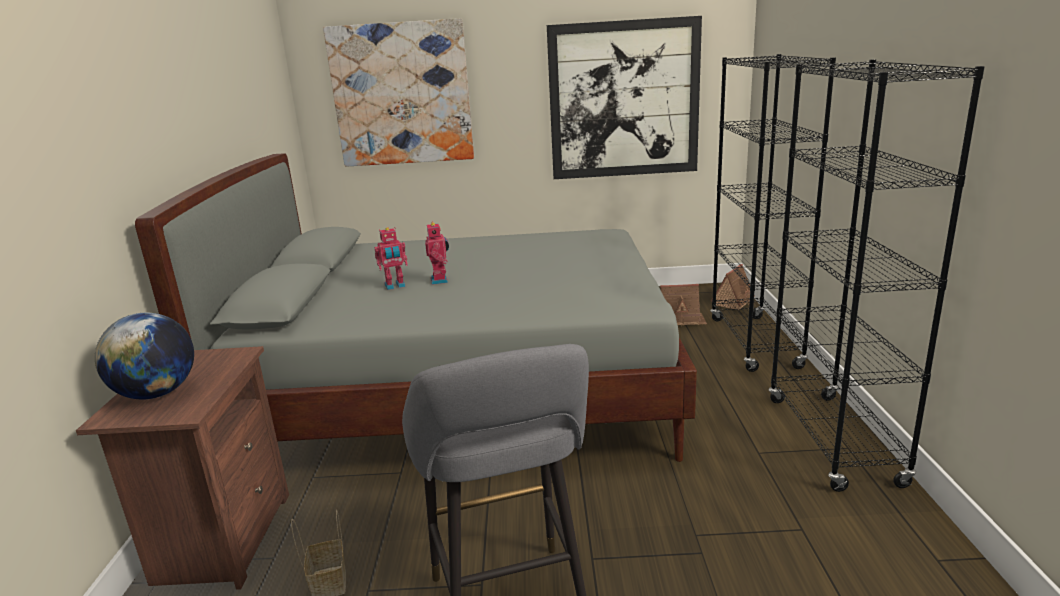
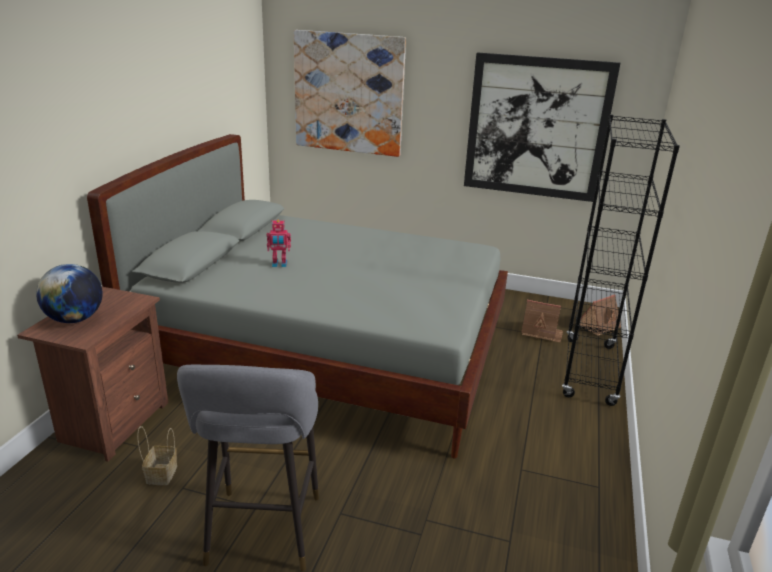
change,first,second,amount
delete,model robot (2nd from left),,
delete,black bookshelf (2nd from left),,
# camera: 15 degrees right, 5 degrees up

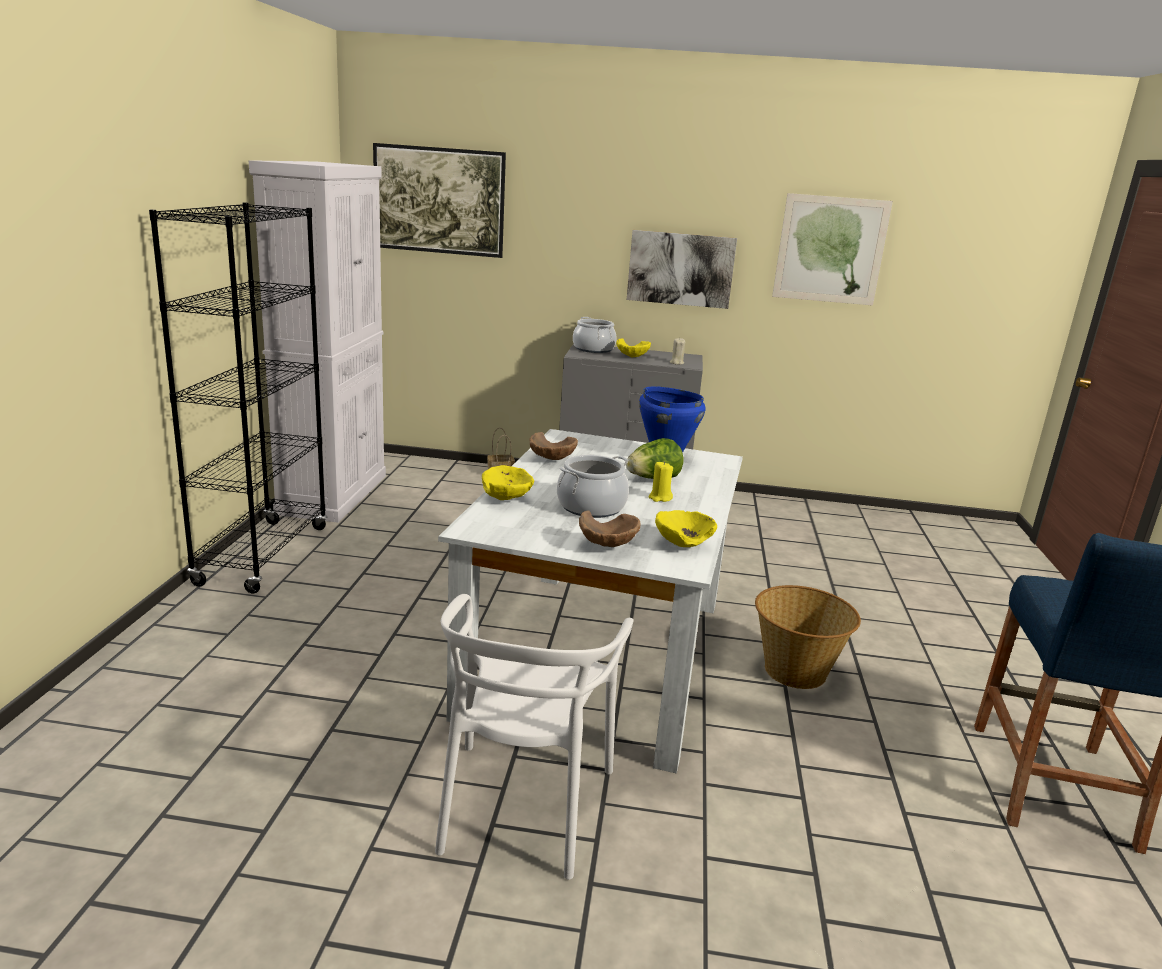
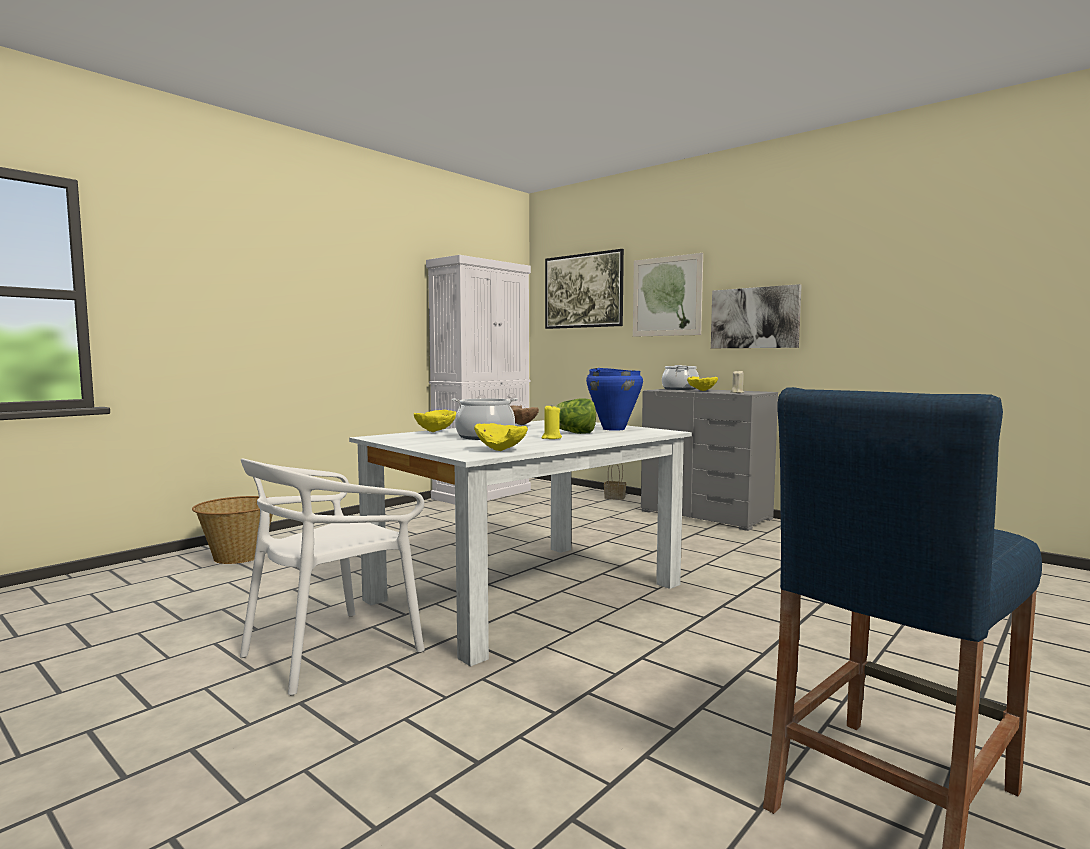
change,first,second,amount
move,storage basket (2nd from left in the first image),storage basket (1st from left),
move,picture (3rd from left in the first image),picture (2nd from left),
delete,black bookshelf,,
delete,brown-coloured deep dish (2nd from left),,
# camera: 35 degrees right, 15 degrees down

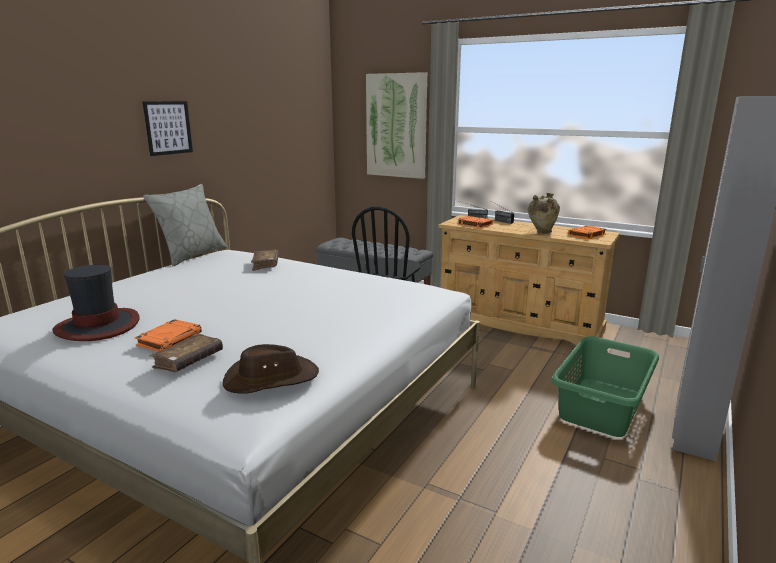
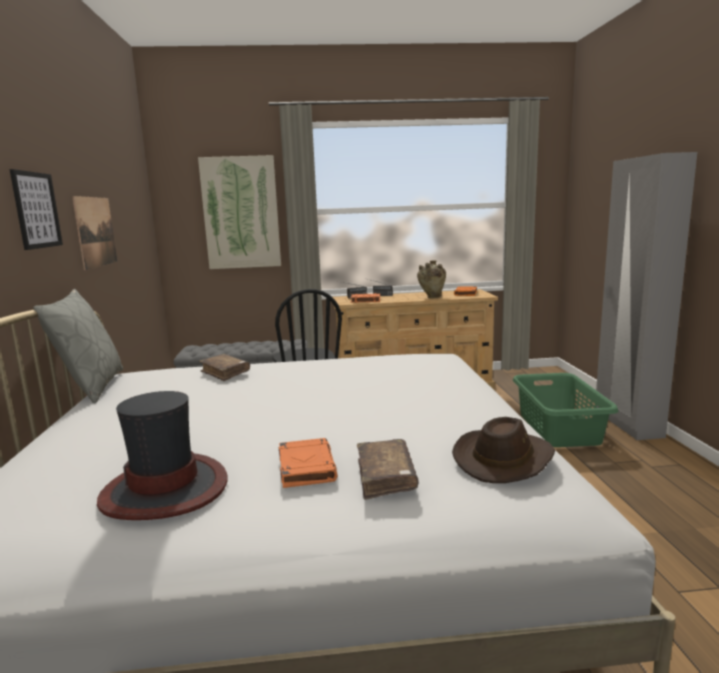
change,first,second,amount
insert,,picture (2nd from left),
# camera: 35 degrees left, 5 degrees down

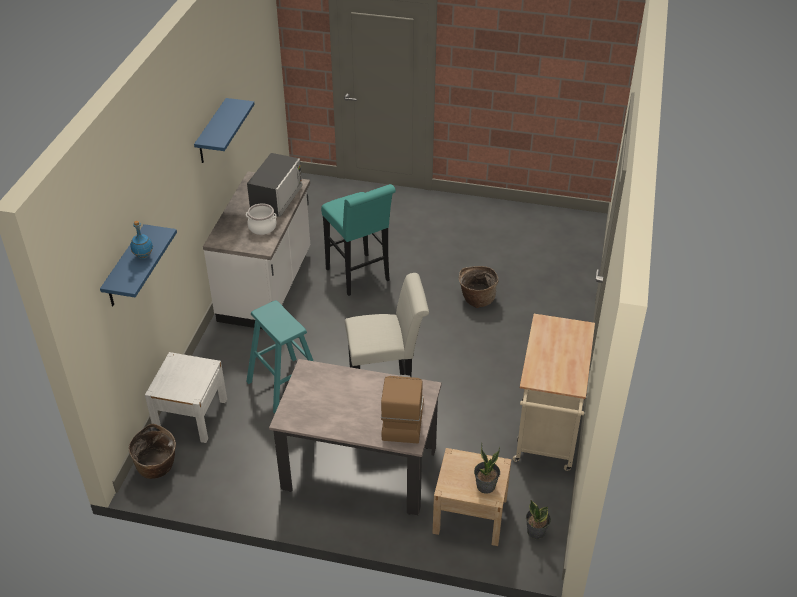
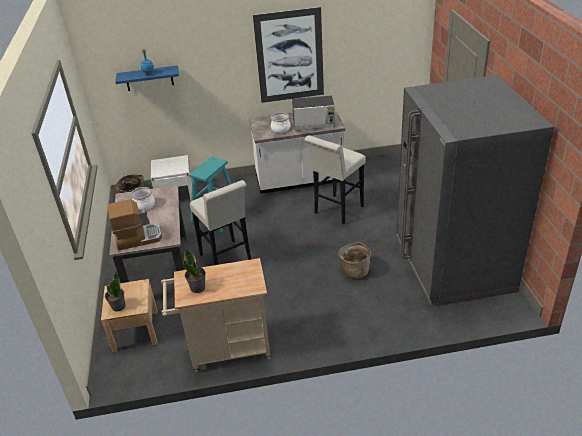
change,first,second,amount
insert,,saucepot (1st from left),
move,potted plant (2nd from left),,
replace,blue shelf (2nd from left),picture,
recolor,turquoise-coloured sitting stool (2nd from left),white sitting stool (2nd from left),
insert,,grey kitchen fridge,
# camera: 70 degrees right, 5 degrees down

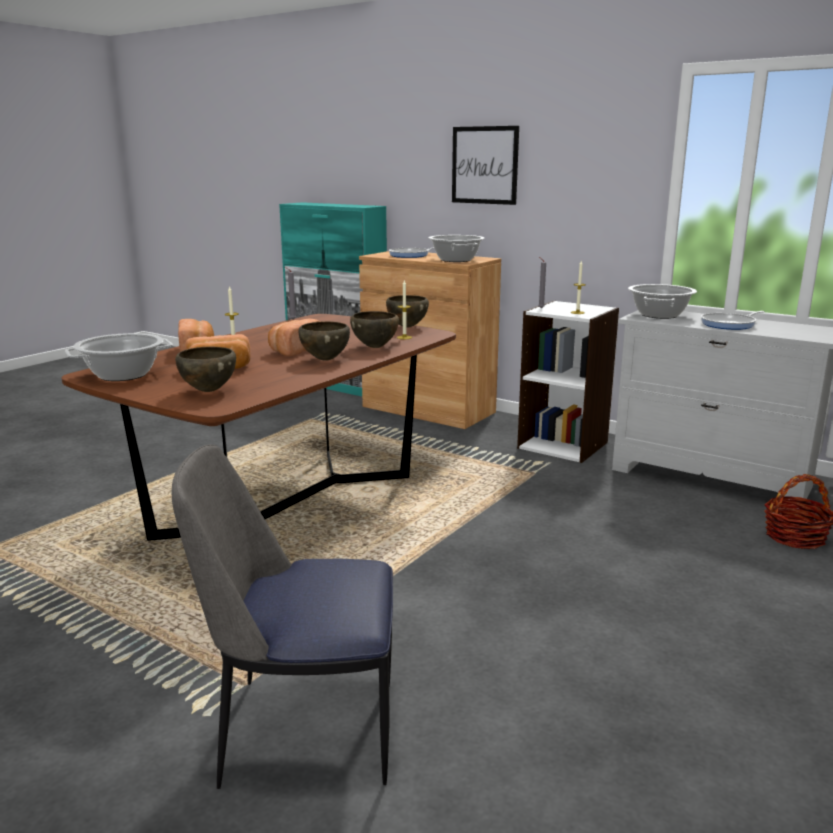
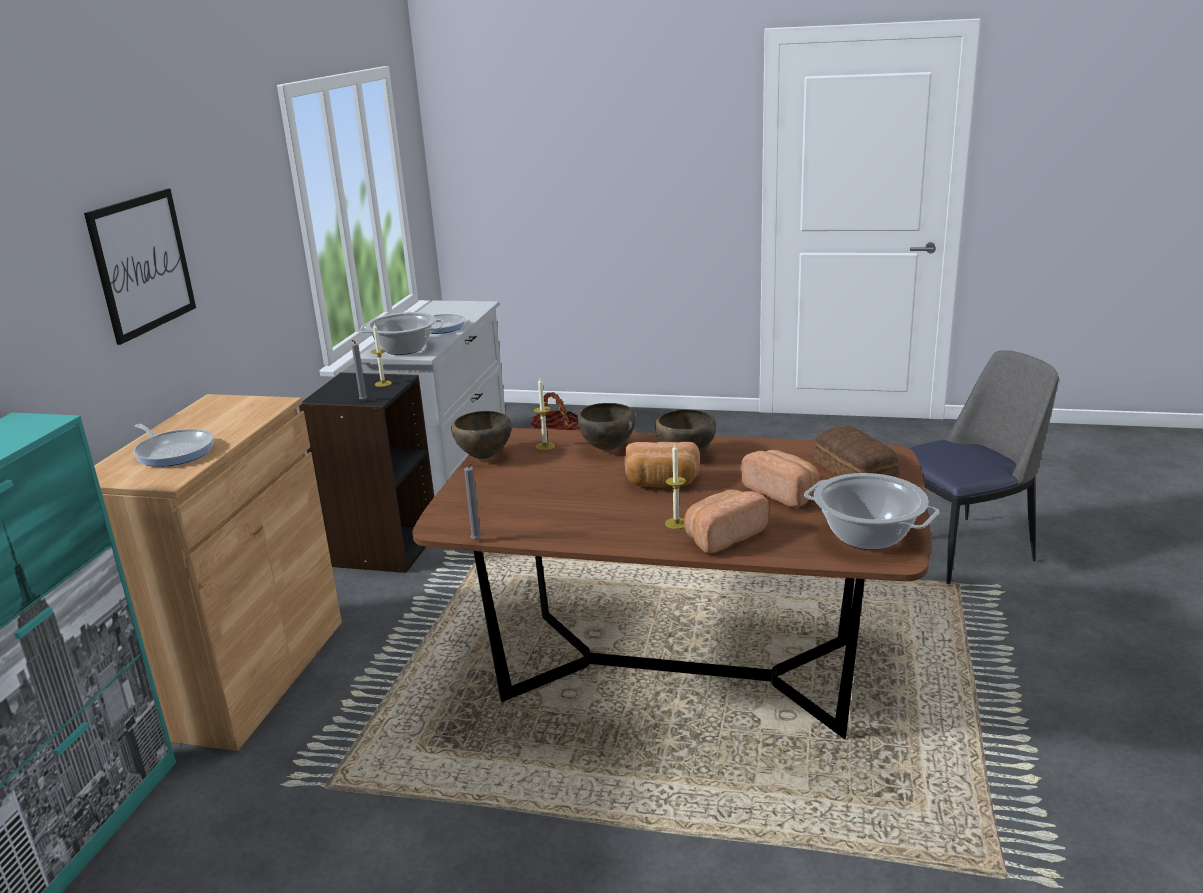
change,first,second,amount
recolor,white bookshelf,black bookshelf,
replace,brown-coloured deep dish (1st from left),bakery bread (4th from left),
rotate,plain chair,,90 degrees counterclockwise
delete,saucepot (2nd from left),,
# camera: 110 degrees left, 5 degrees up

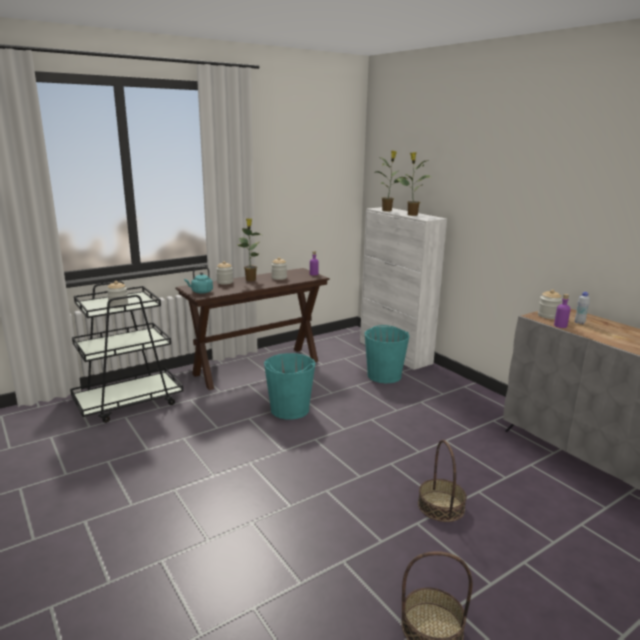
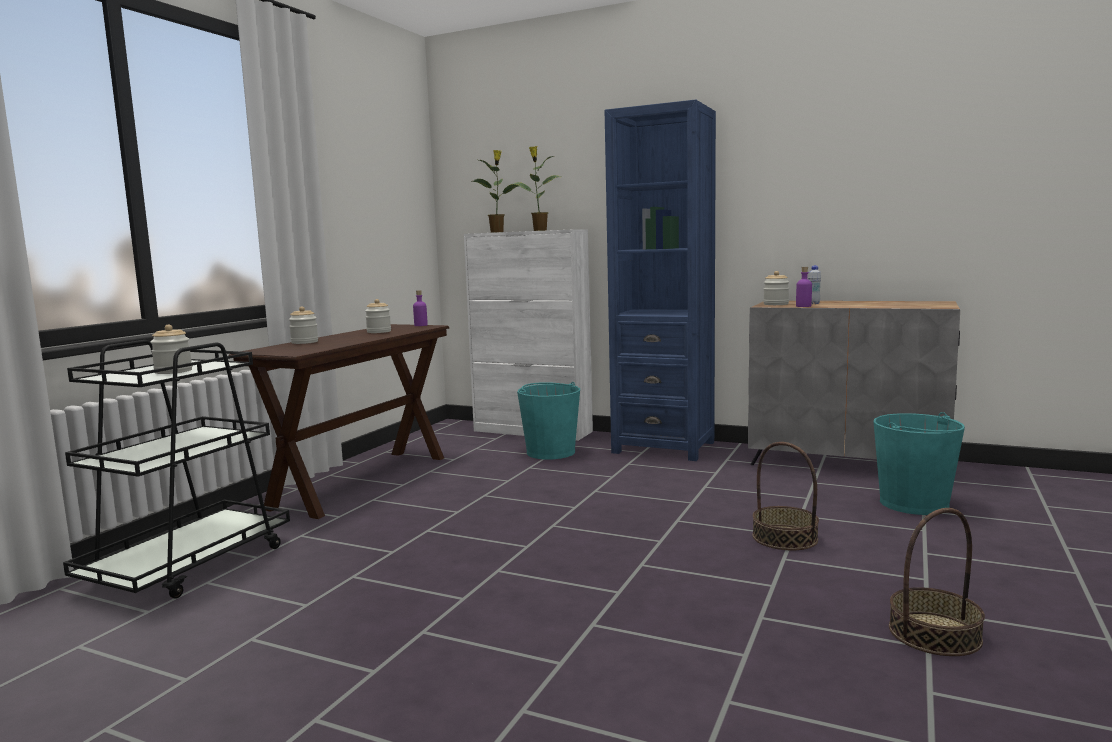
change,first,second,amount
insert,,blue bookshelf,
move,turquoise-coloured bucket (1st from left in the first image),turquoise-coloured bucket (2nd from left),
delete,turquoise-coloured water kettle,,
delete,potted plant (1st from left),,
# camera: 30 degrees left, 10 degrees down

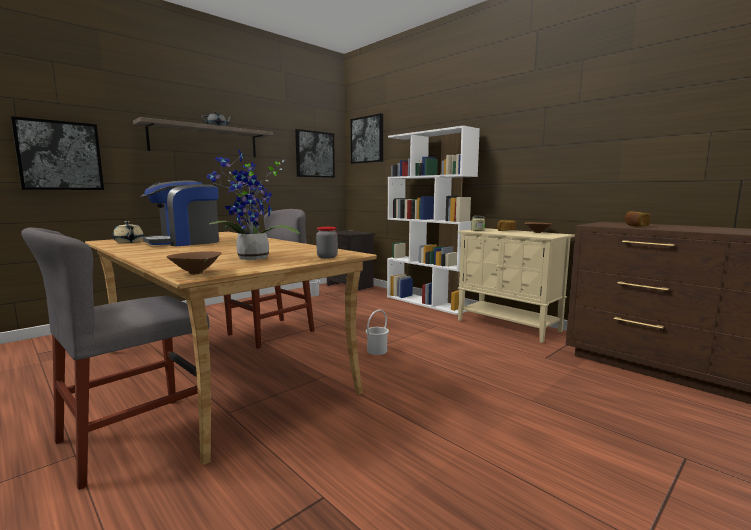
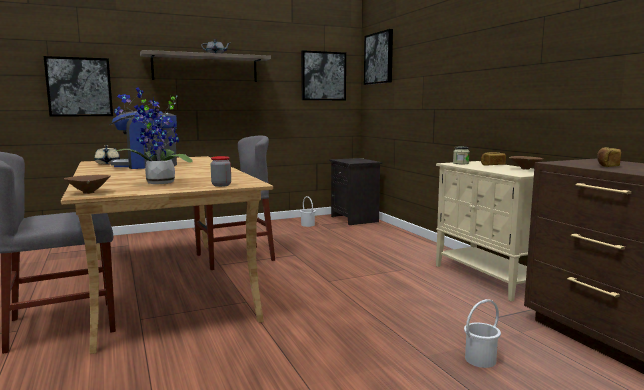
change,first,second,amount
move,white bucket (2nd from left),,
delete,white bookshelf,,
# camera: 20 degrees right, 0 degrees up

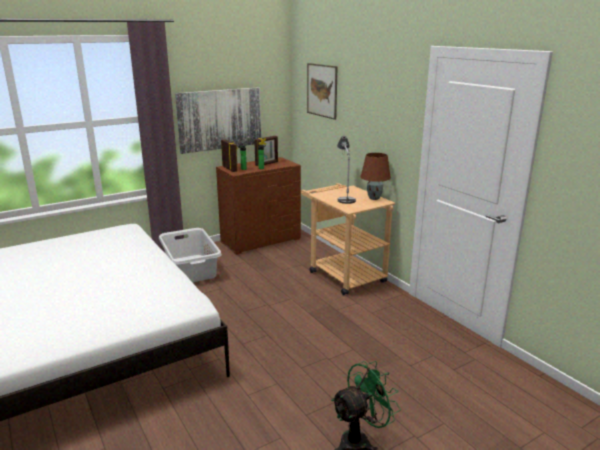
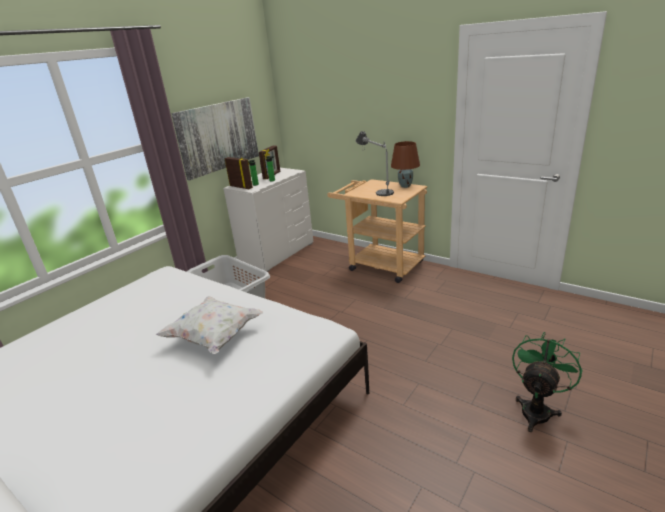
change,first,second,amount
insert,,white throw pillow,
recolor,brown-coloured dresser,white dresser,
delete,picture (2nd from left),,
# camera: 20 degrees left, 5 degrees up

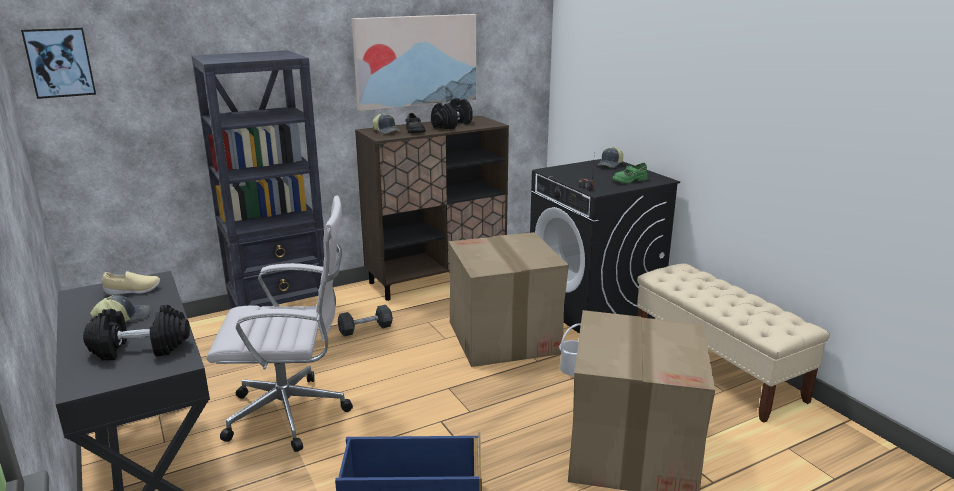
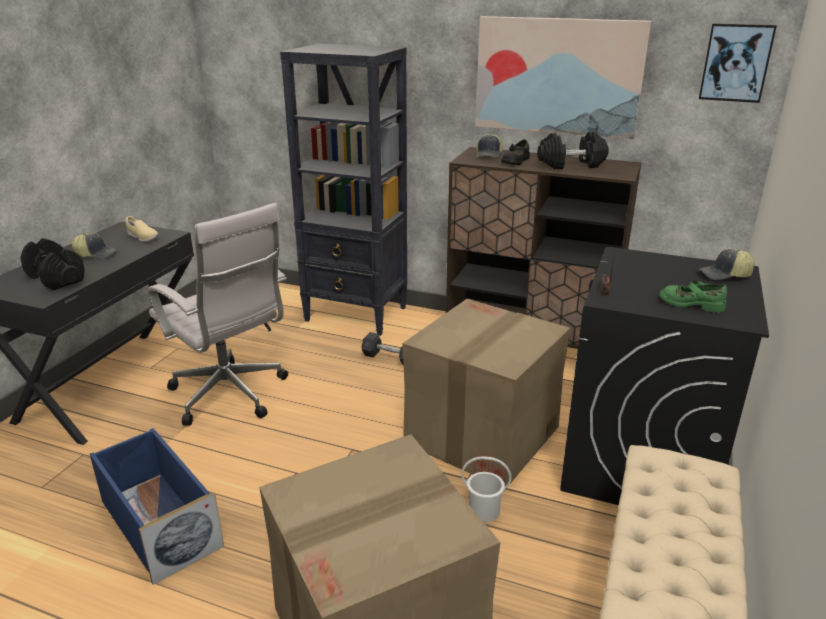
change,first,second,amount
move,picture (1st from left in the first image),picture (2nd from left),
# camera: 50 degrees right, 5 degrees up

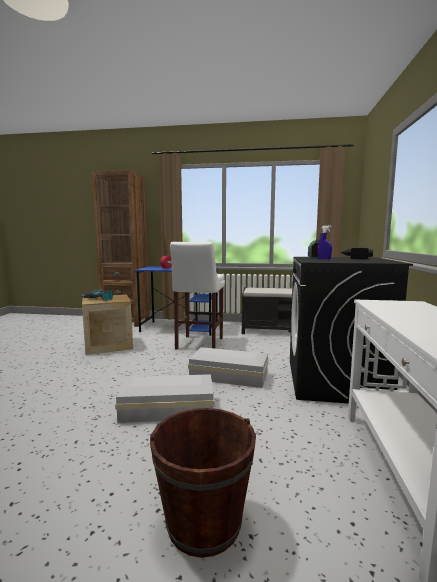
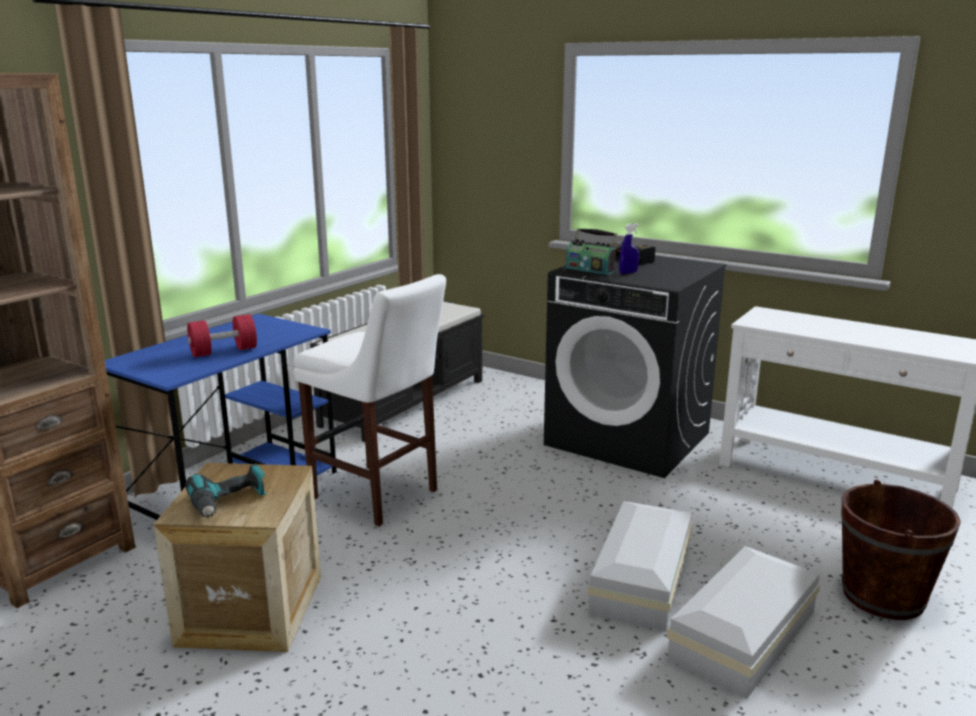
change,first,second,amount
move,white storage container (2nd from left),,
# camera: 65 degrees left, 10 degrees up

